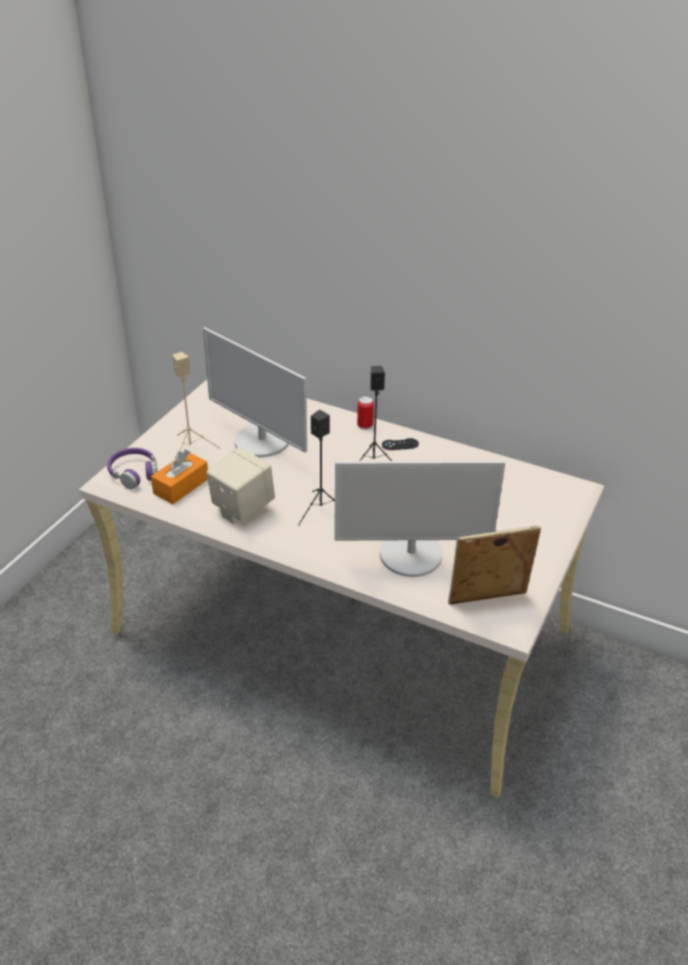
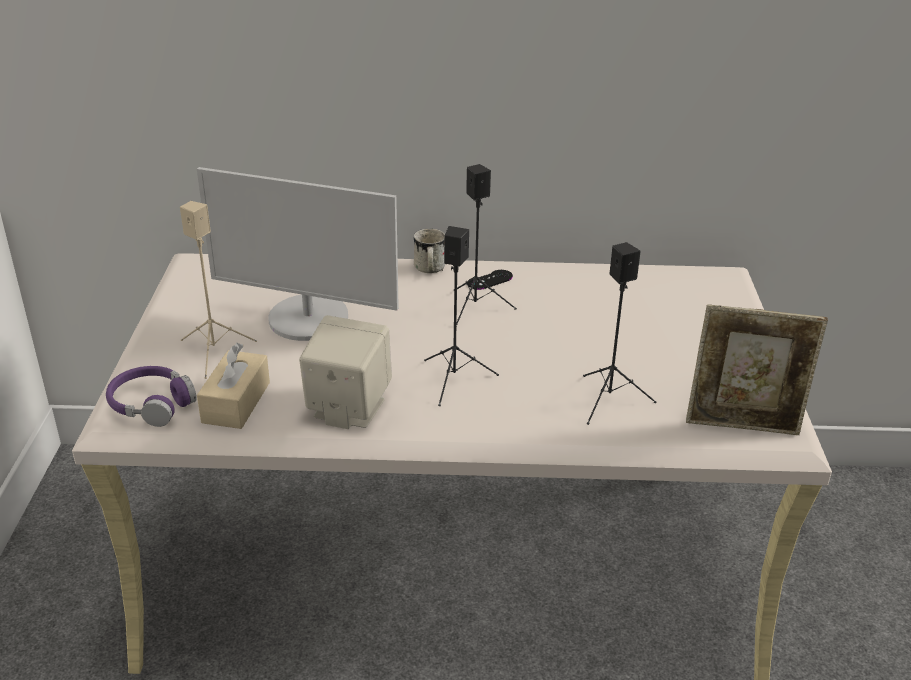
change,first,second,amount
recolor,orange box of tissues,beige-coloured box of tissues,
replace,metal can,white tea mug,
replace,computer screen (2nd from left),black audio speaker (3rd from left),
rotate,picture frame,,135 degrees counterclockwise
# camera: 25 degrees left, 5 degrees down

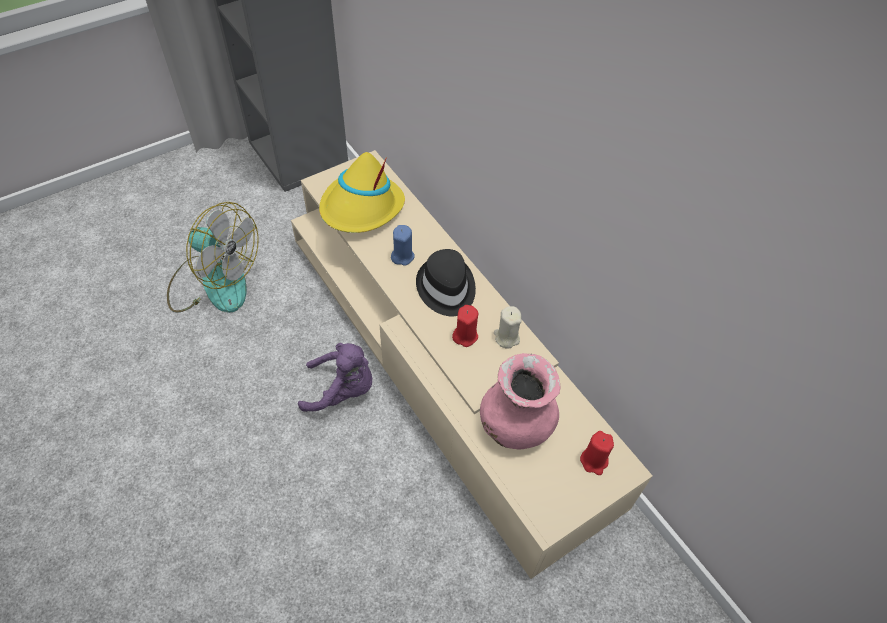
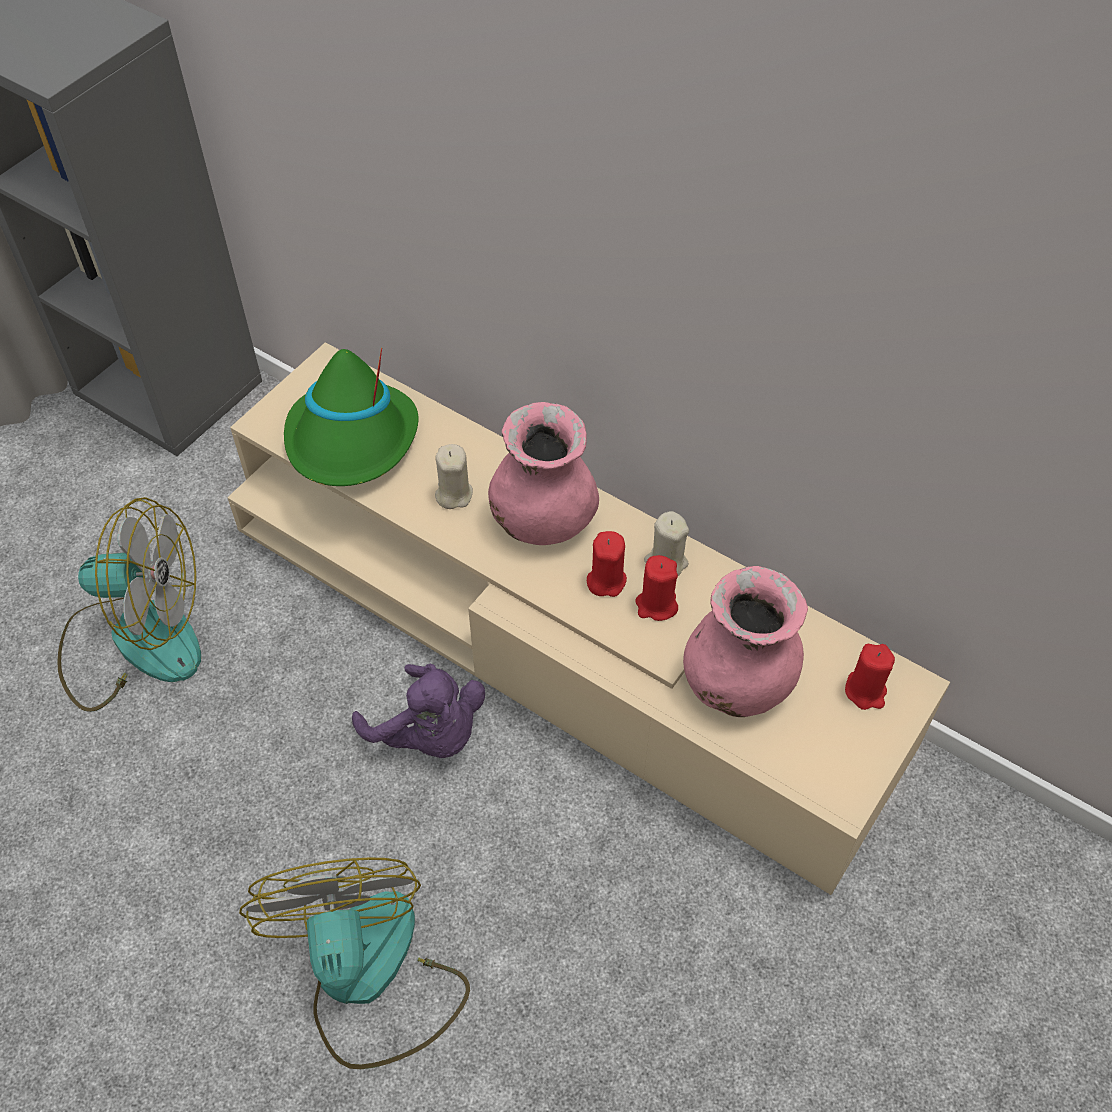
change,first,second,amount
insert,,fan (2nd from left),
recolor,yellowish clothing hat,green clothing hat,
rotate,purple soft toy,,60 degrees clockwise
recolor,blue candle,beige-coloured candle (1st from left),
replace,black clothing hat,pinkish vase (1st from left),
insert,,reddish candle (2nd from left),
# camera: 20 degrees left, 0 degrees up

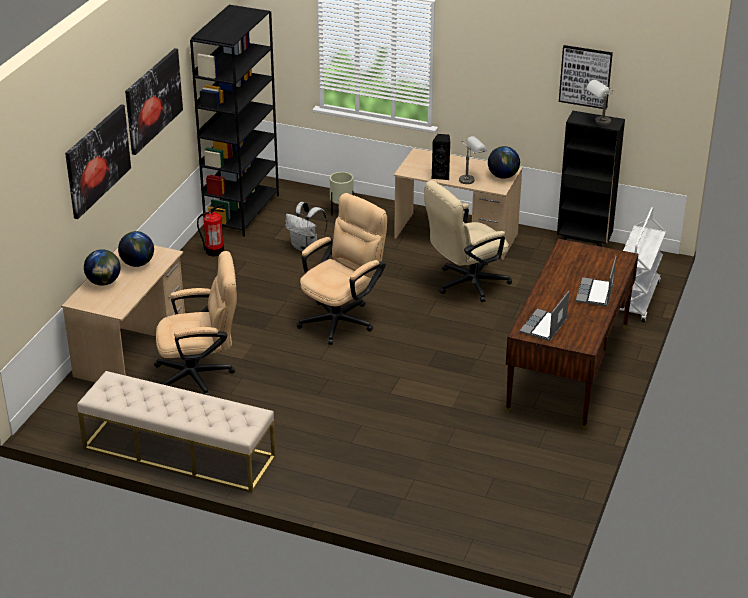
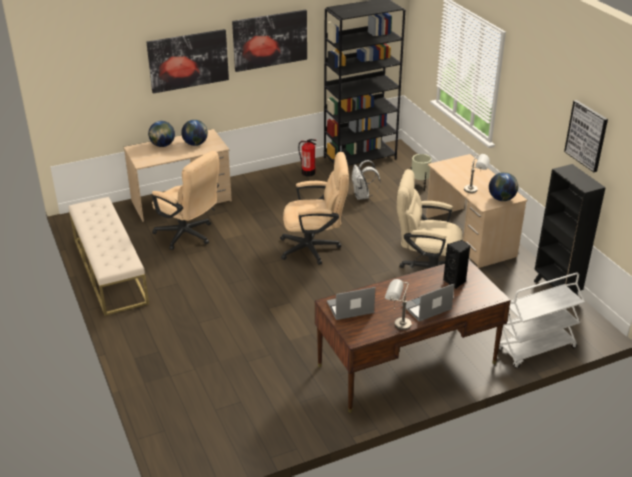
change,first,second,amount
move,grey table lamp (2nd from left in the first image),grey table lamp (1st from left),
move,black audio speaker,,
# camera: 45 degrees right, 0 degrees up

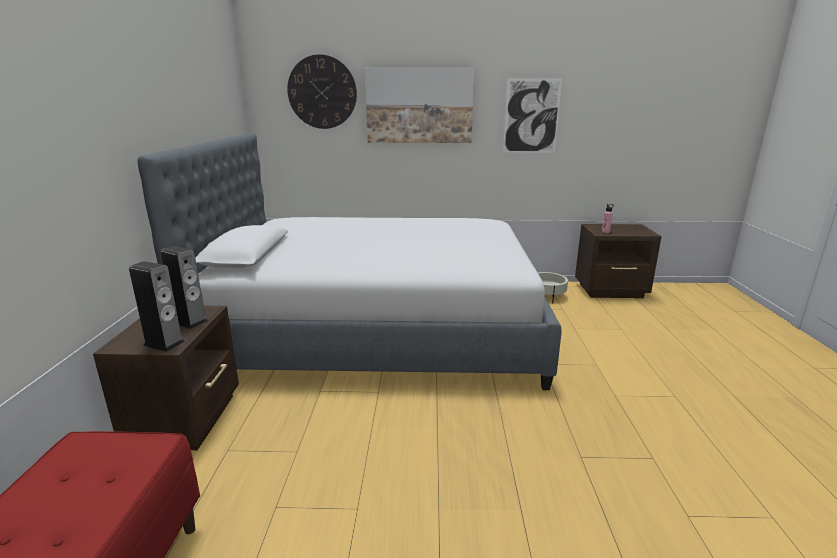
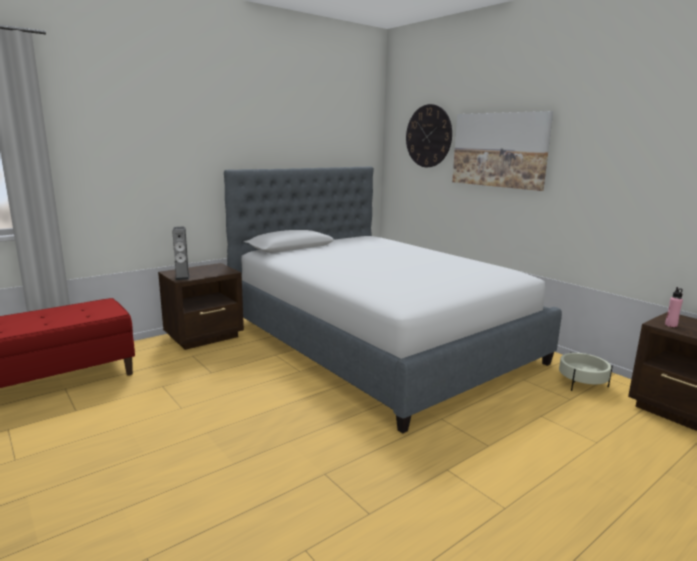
change,first,second,amount
delete,audio speaker (2nd from left),,
delete,picture (2nd from left),,
# camera: 50 degrees right, 5 degrees down

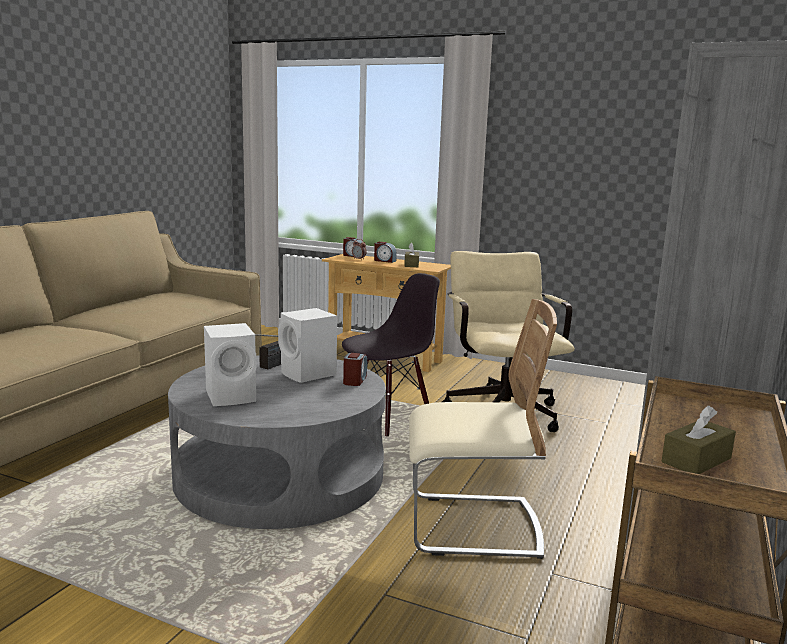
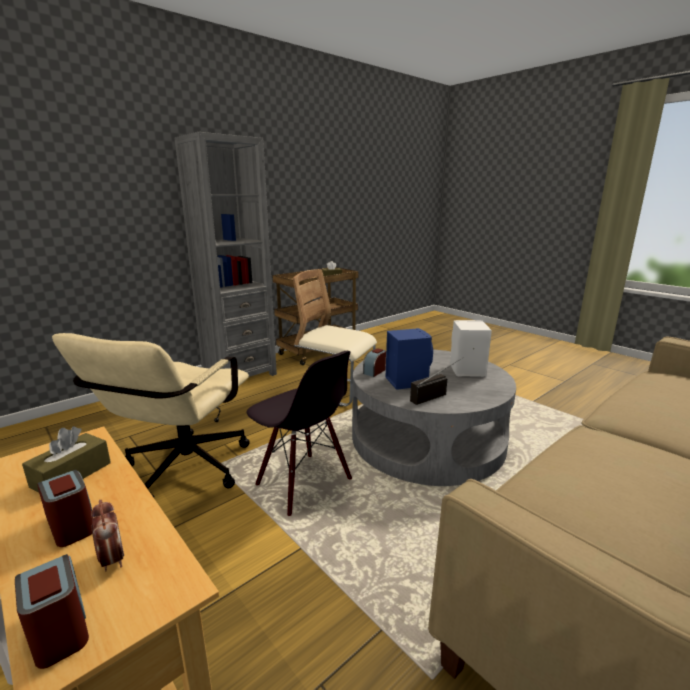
change,first,second,amount
rotate,black plain chair,,120 degrees counterclockwise
recolor,white audio speaker (2nd from left),blue audio speaker,
# camera: 155 degrees left, 5 degrees up

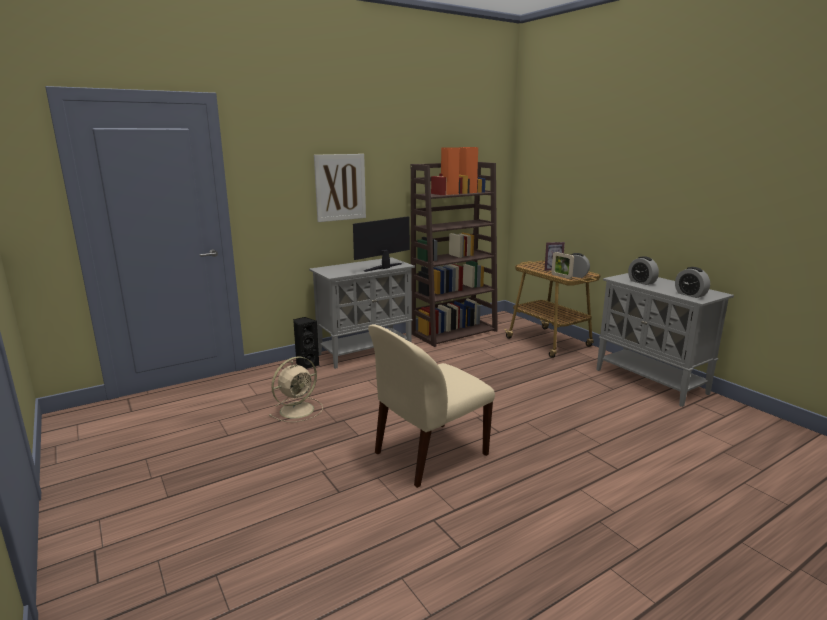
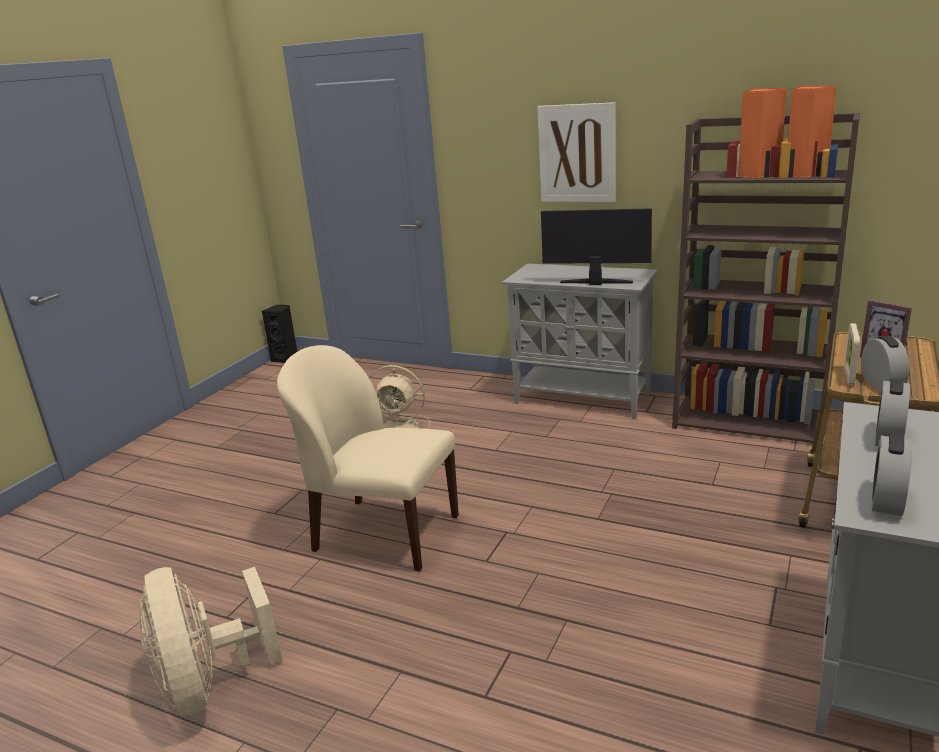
change,first,second,amount
insert,,beige-coloured fan (1st from left),
move,black audio speaker,,
# camera: 60 degrees right, 5 degrees up

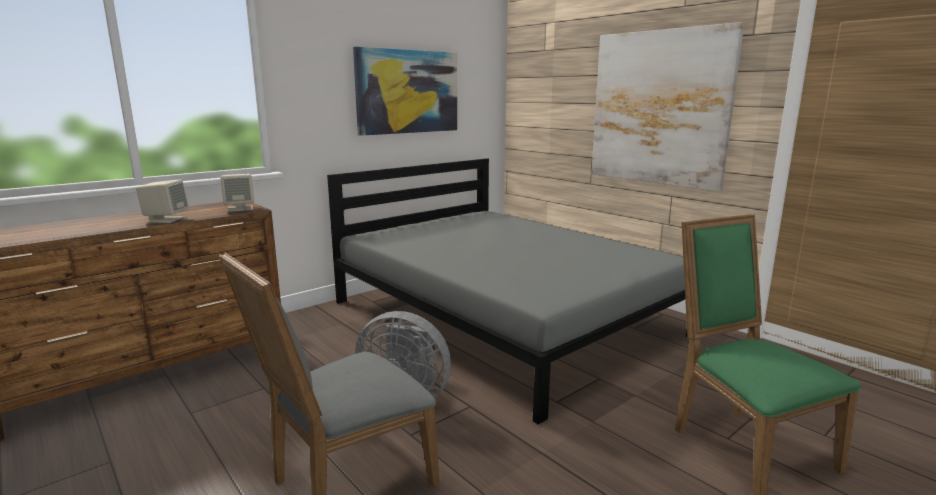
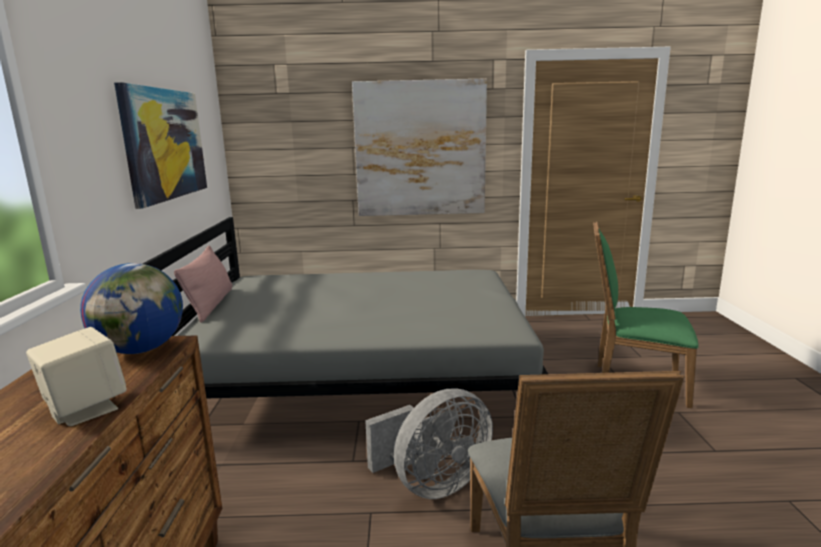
change,first,second,amount
replace,beige-coloured audio speaker (2nd from left),globe,
insert,,pinkish throw pillow,
# camera: 50 degrees left, 0 degrees up

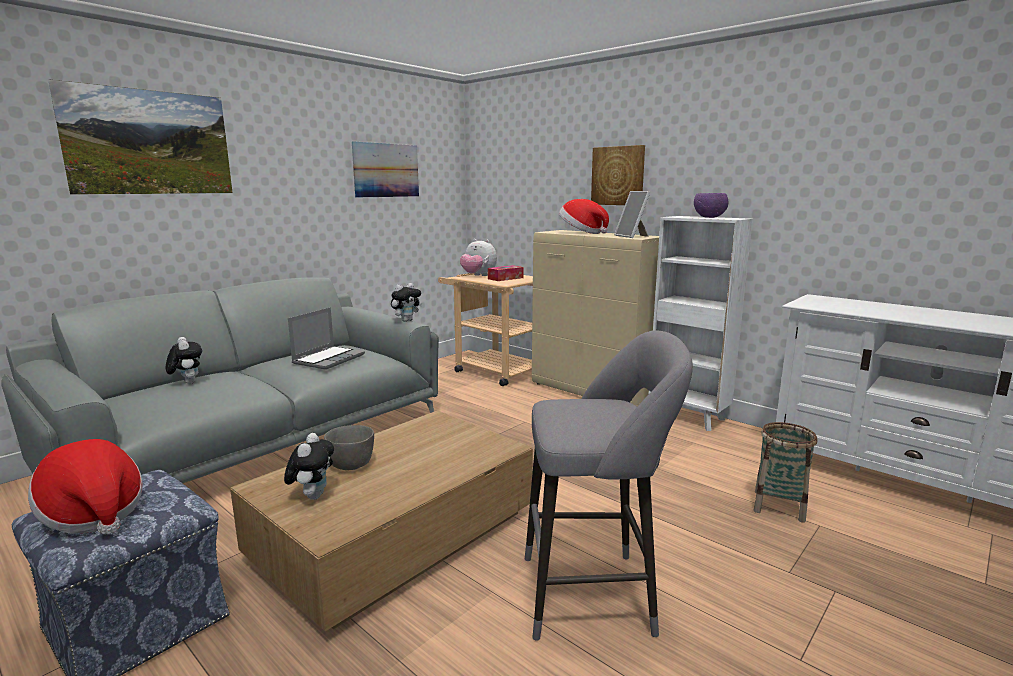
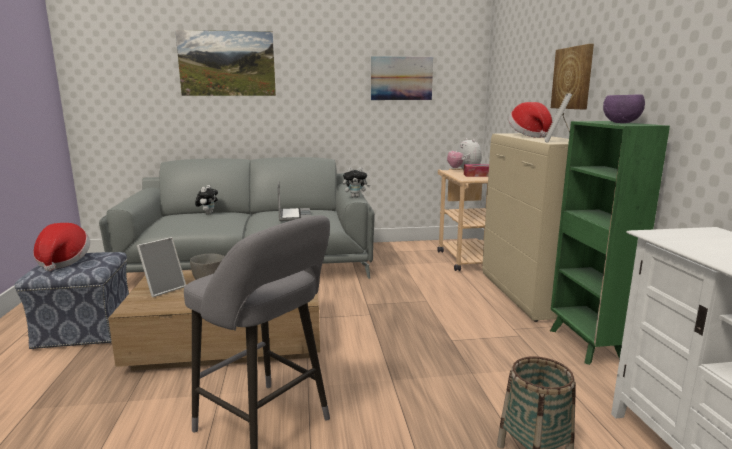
change,first,second,amount
replace,soft toy (2nd from left),picture frame (1st from left),
rotate,portable computer,,75 degrees counterclockwise
recolor,white bookshelf,green bookshelf,
# camera: 40 degrees right, 0 degrees up

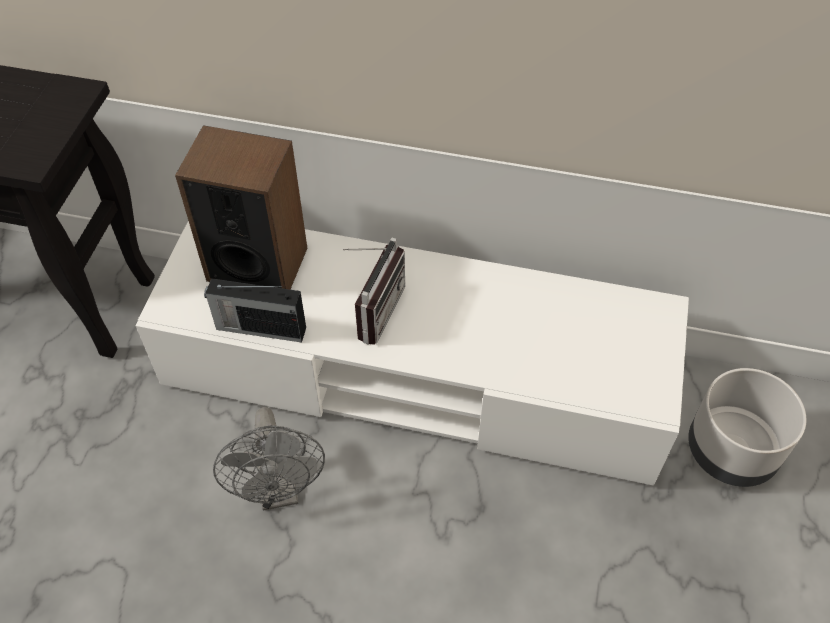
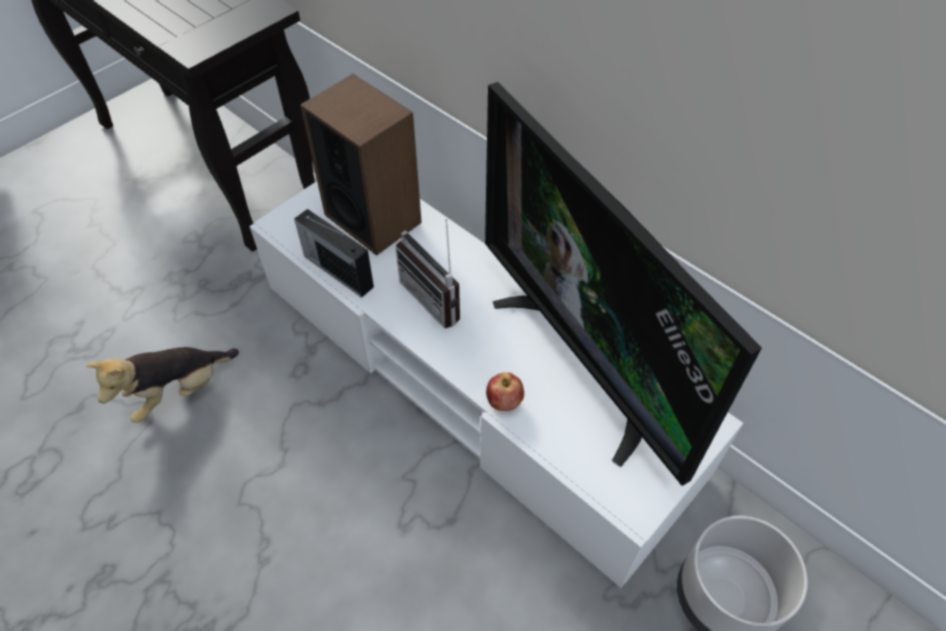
change,first,second,amount
insert,,soft toy,
rotate,radio set (2nd from left),,90 degrees clockwise
insert,,television,
insert,,whole apple,
delete,grey fan,,
# camera: 30 degrees right, 0 degrees up

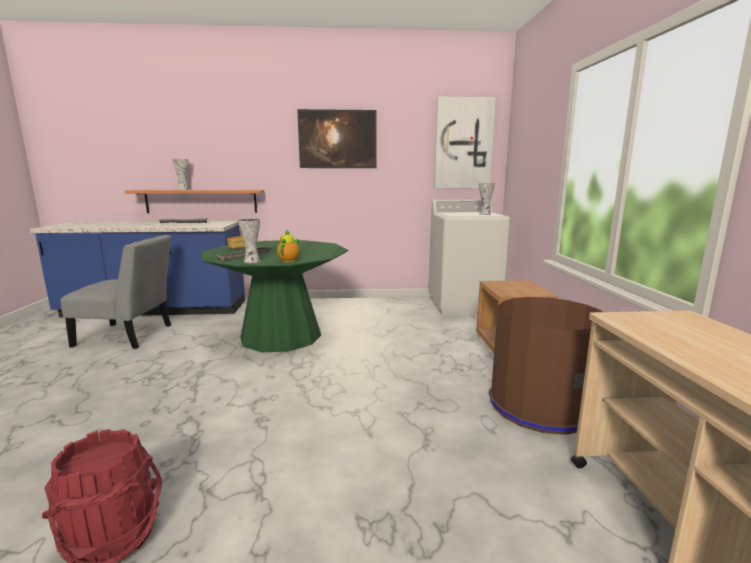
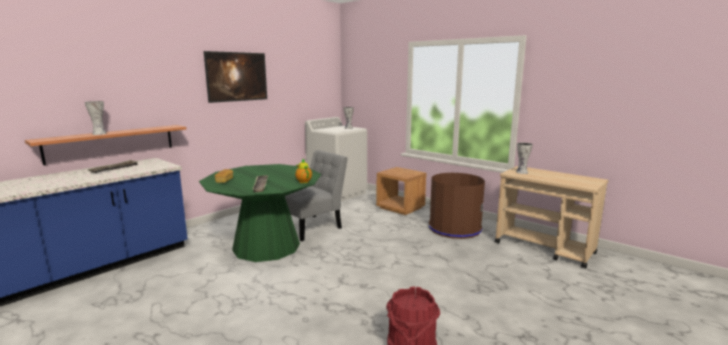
change,first,second,amount
move,grey plain chair,,
move,vase (2nd from left in the first image),vase (3rd from left),
delete,picture (2nd from left),,
# camera: 45 degrees left, 0 degrees up

